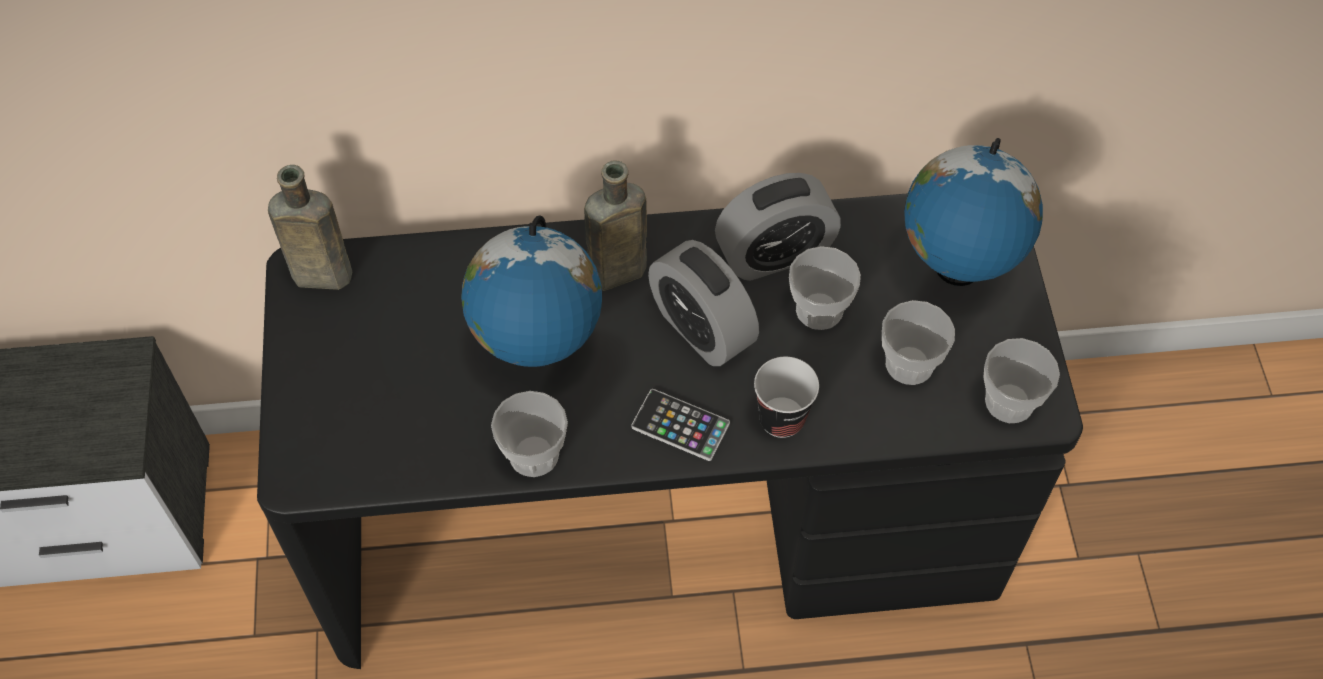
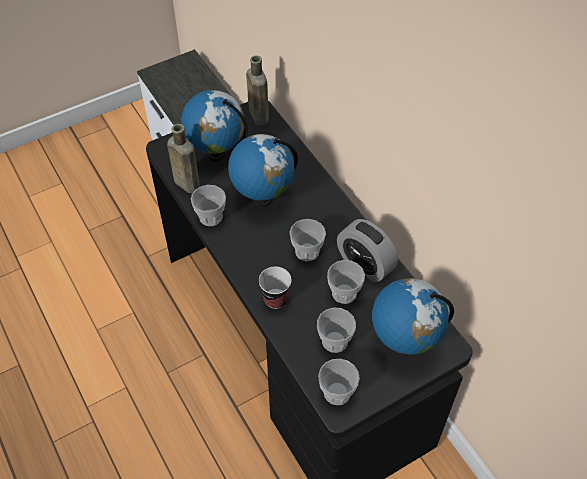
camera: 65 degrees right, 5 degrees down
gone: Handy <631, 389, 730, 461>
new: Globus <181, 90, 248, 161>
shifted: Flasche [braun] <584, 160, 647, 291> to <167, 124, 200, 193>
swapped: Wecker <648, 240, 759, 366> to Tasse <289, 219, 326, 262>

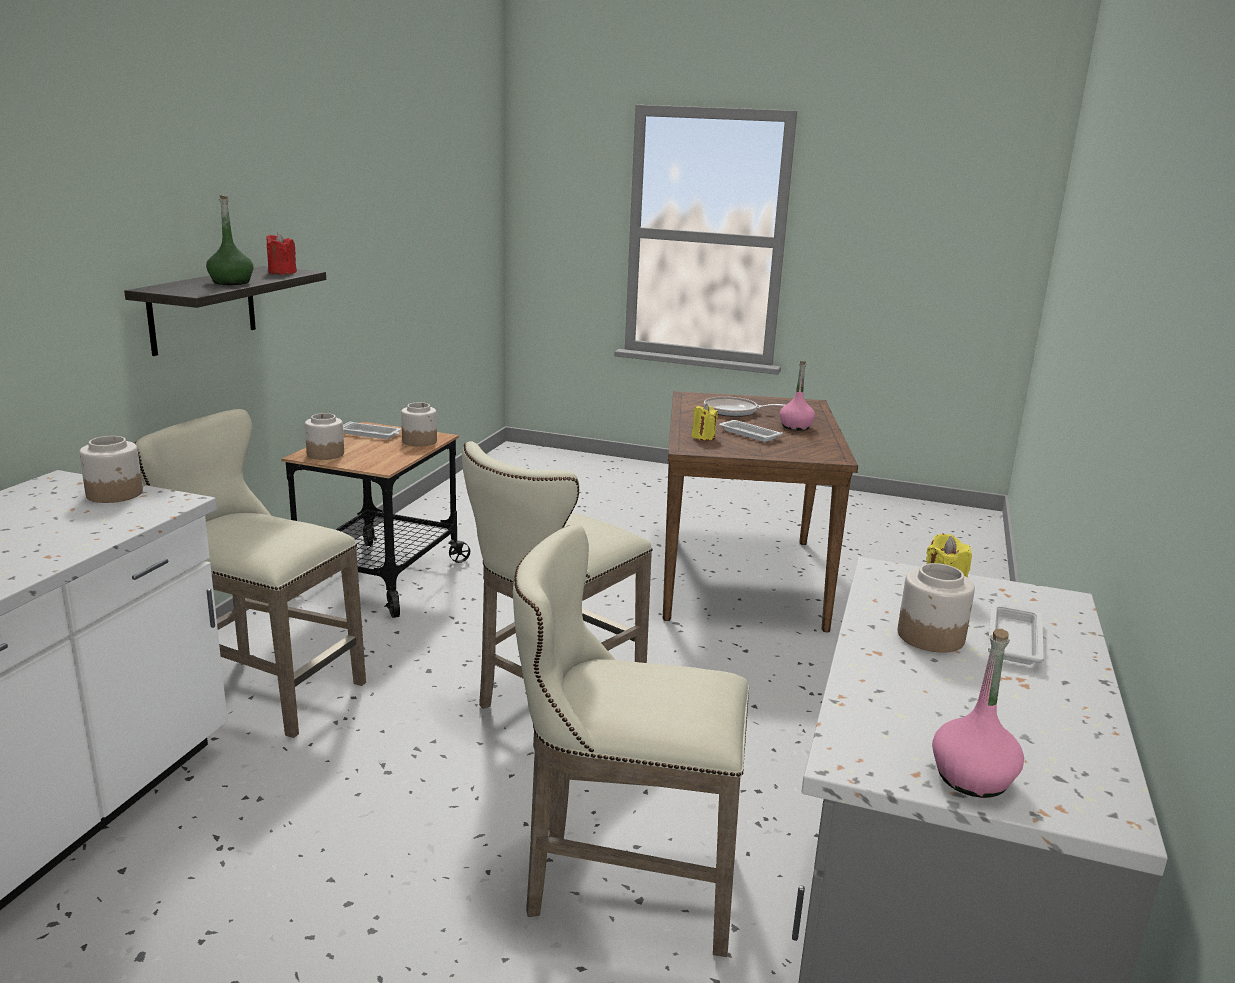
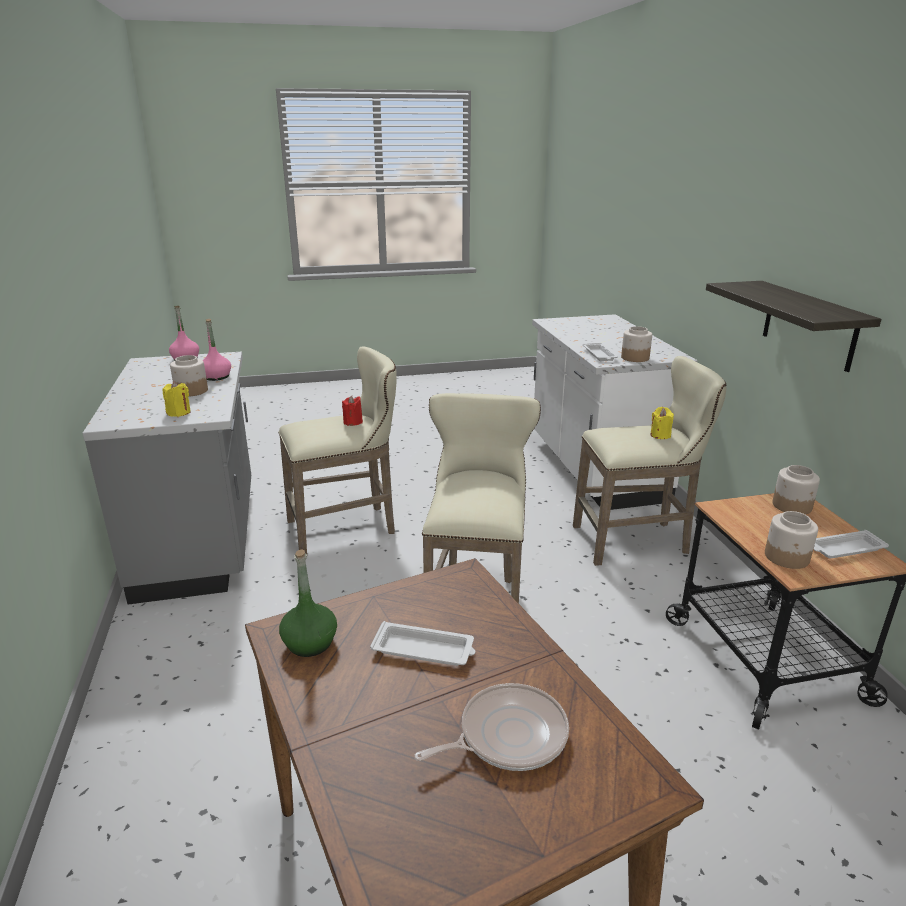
camera: 150 degrees right, 5 degrees up
shifted: Flasche [rosa] <780, 361, 815, 430> to <203, 319, 231, 381>; Flasche [grün] <206, 195, 254, 285> to <279, 549, 337, 657>; Kerze [rot] <266, 233, 297, 275> to <342, 395, 363, 426>; Tablett [weiß] <988, 603, 1044, 665> to <583, 343, 618, 361>; Kerze [gelb] <692, 404, 718, 440> to <650, 407, 674, 439>

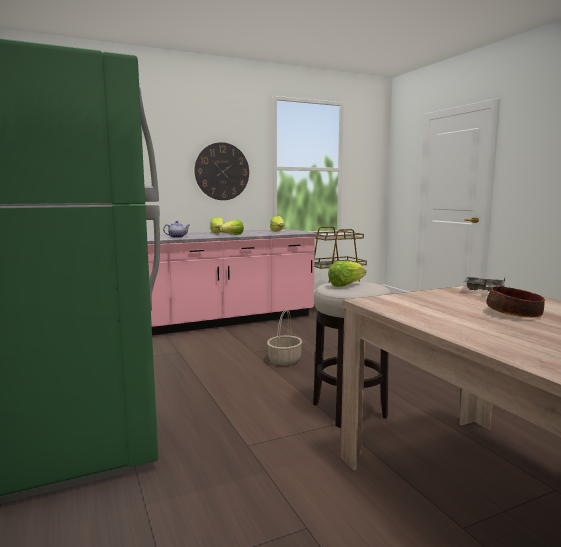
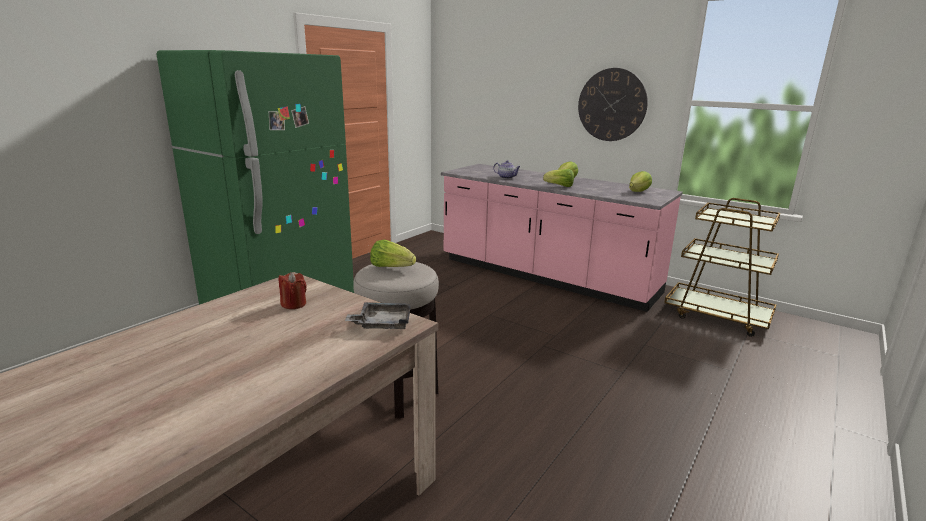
camera: 60 degrees right, 10 degrees up
gone: Korb <267, 309, 302, 365>; Schüssel <487, 286, 545, 318>
new: Kerze [rot] <279, 272, 307, 309>

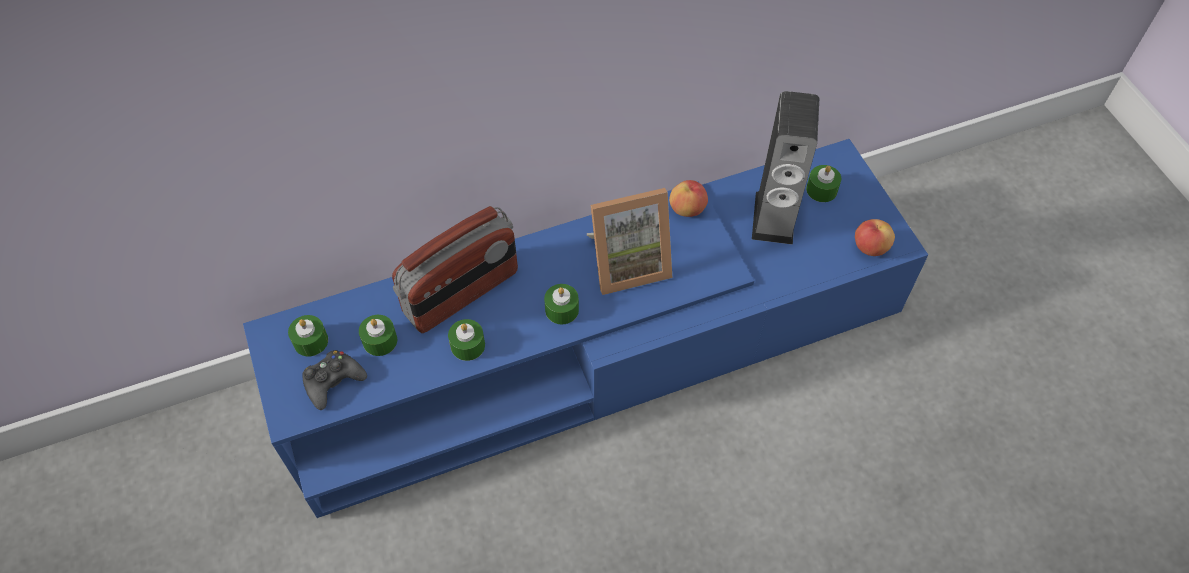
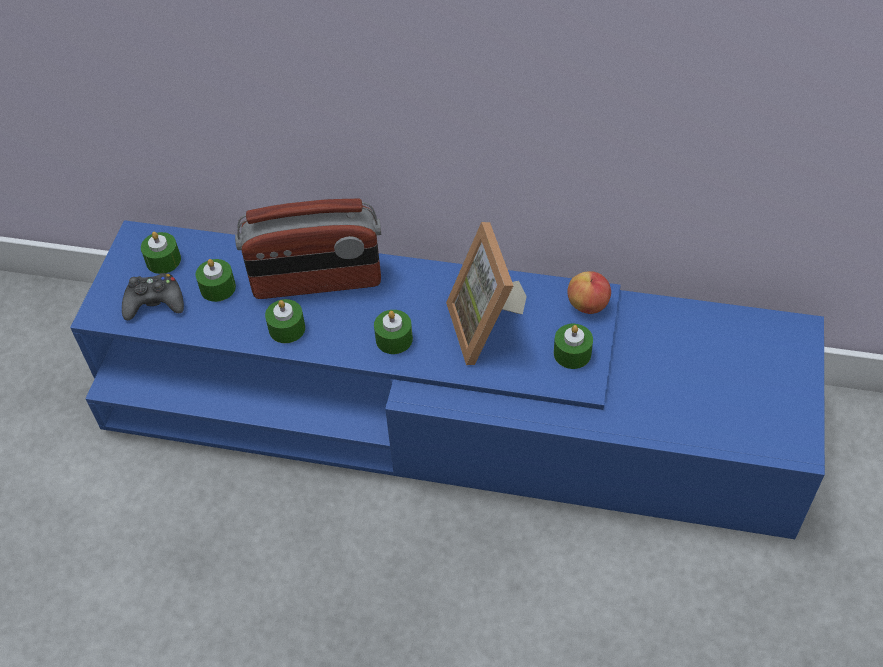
camera: 35 degrees right, 5 degrees down
gone: Lautsprecher <752, 91, 819, 245>; Apfel <855, 219, 895, 256>
shifted: Kerze [grün] <806, 165, 841, 202> to <554, 324, 593, 369>
rotated: Bilderrahmen <587, 188, 672, 295> = <446, 222, 527, 365> 60 degrees clockwise

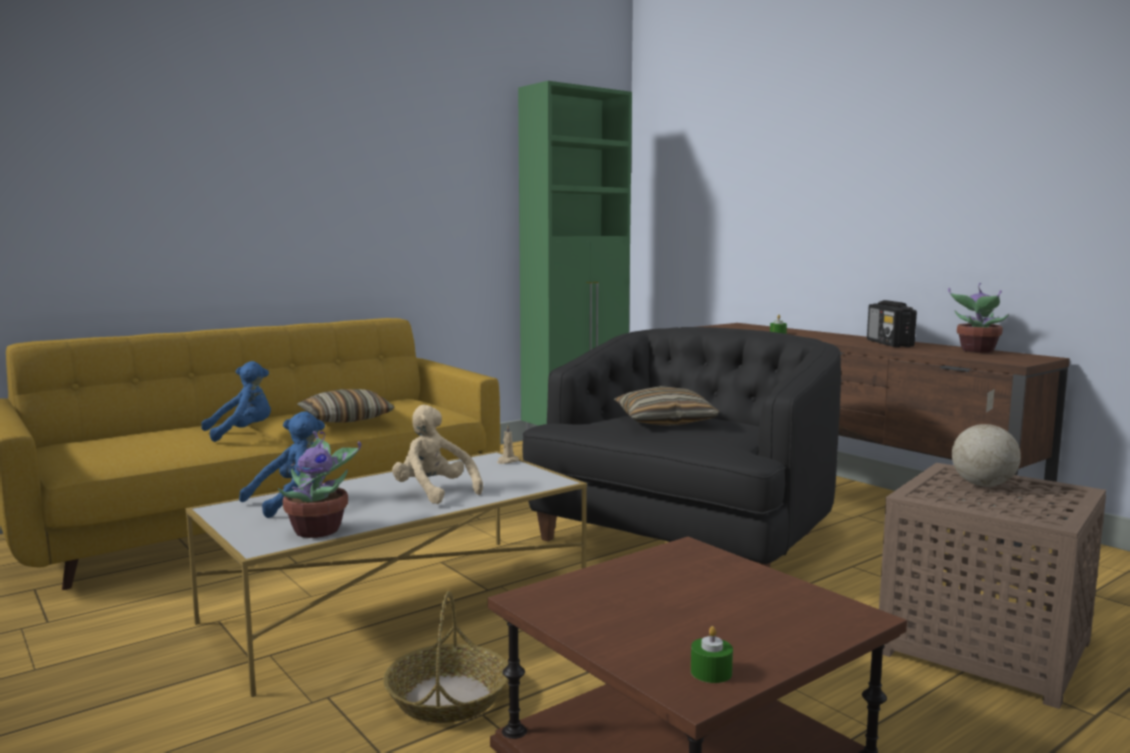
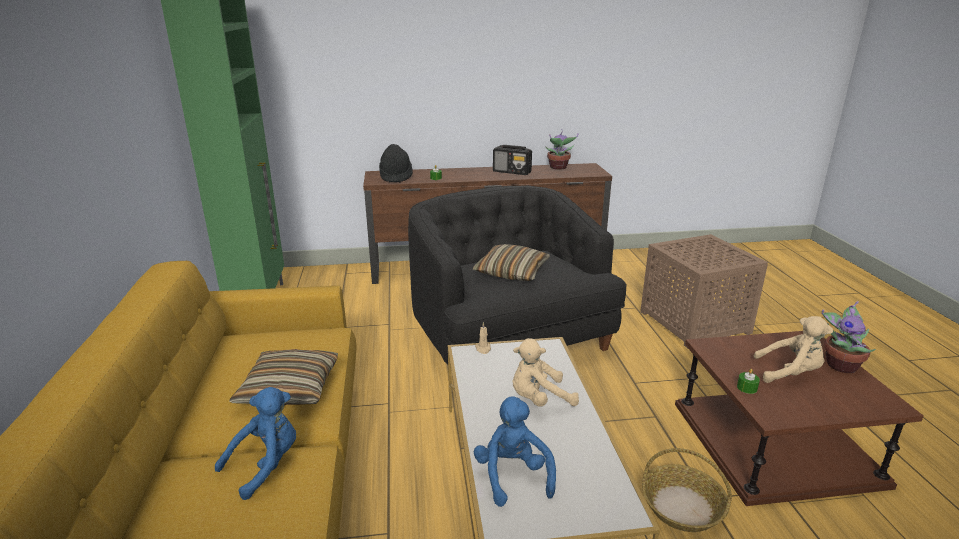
camera: 60 degrees left, 15 degrees up
gone: Globus <952, 389, 1021, 487>
new: Hut [schwarz] <379, 144, 413, 183>; Plüschtier [beige] <753, 316, 833, 383>
shifted: Kerze [grün] <691, 626, 733, 683> to <737, 369, 760, 394>; Topfpflanze <278, 431, 361, 538> to <821, 301, 876, 373>
rotated: Plüschtier [blau] <201, 361, 271, 442> = <215, 387, 296, 500> 45 degrees clockwise

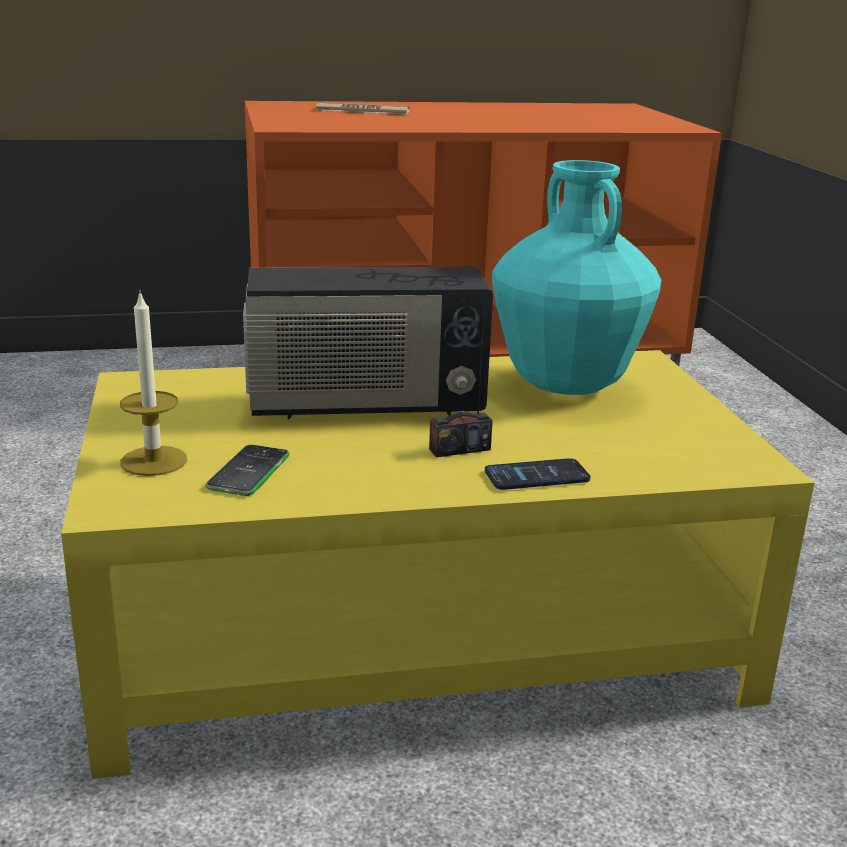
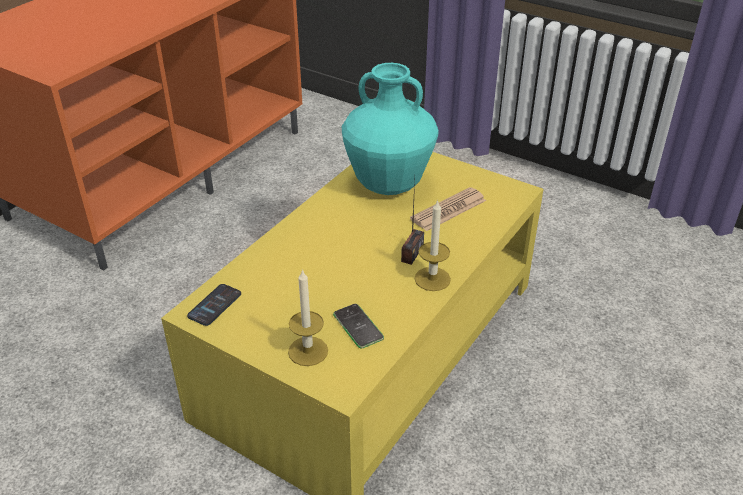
camera: 45 degrees left, 15 degrees up
gone: Radio <243, 267, 493, 419>
new: Kerze <414, 199, 451, 291>
shifted: Handy <485, 458, 591, 490> to <187, 284, 241, 326>; Zeitung <315, 102, 410, 115> to <410, 187, 486, 231>

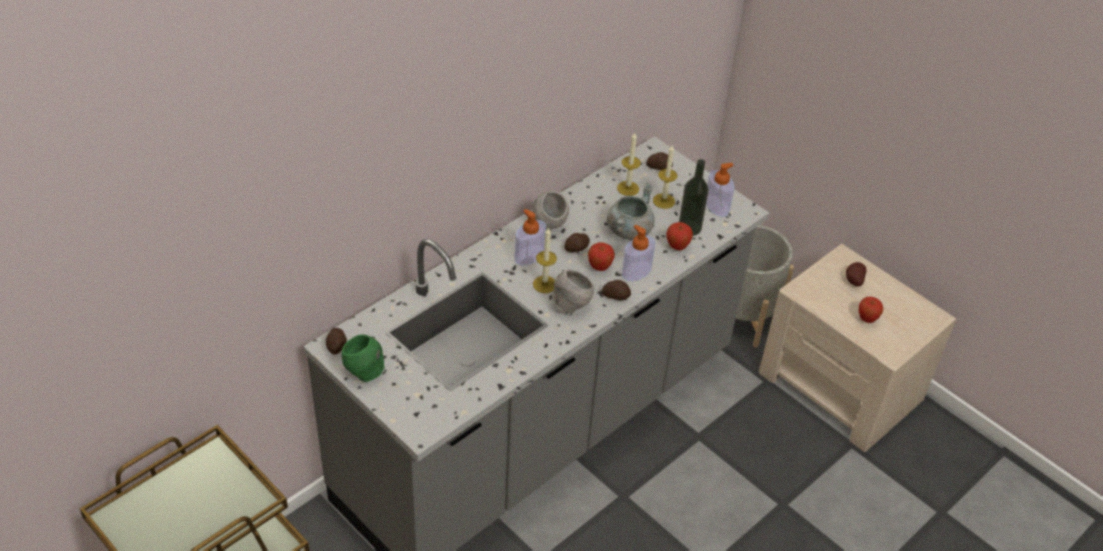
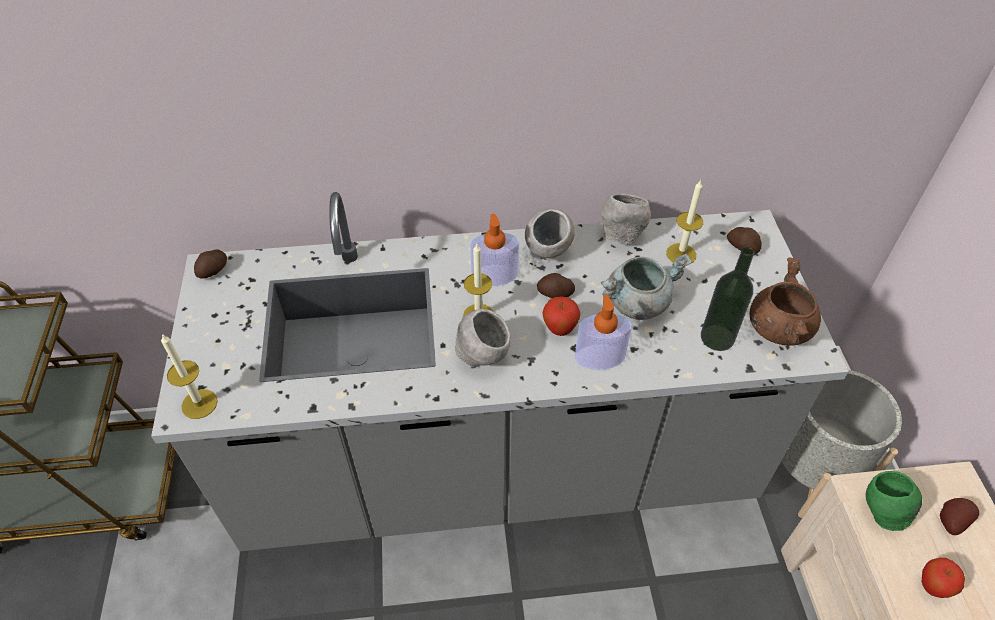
camera: 40 degrees right, 5 degrees up
gone: Kartoffel <601, 280, 631, 300>; Apfel <666, 222, 693, 250>
new: Schüssel [grau] <601, 194, 651, 244>
shifted: Kerze <653, 145, 678, 209> to <161, 334, 218, 419>; Schüssel [grün] <342, 334, 385, 382> to <866, 471, 922, 531>
swapped: Seifenspender <706, 163, 735, 217> to Kochtopf [braun] <749, 257, 821, 345>

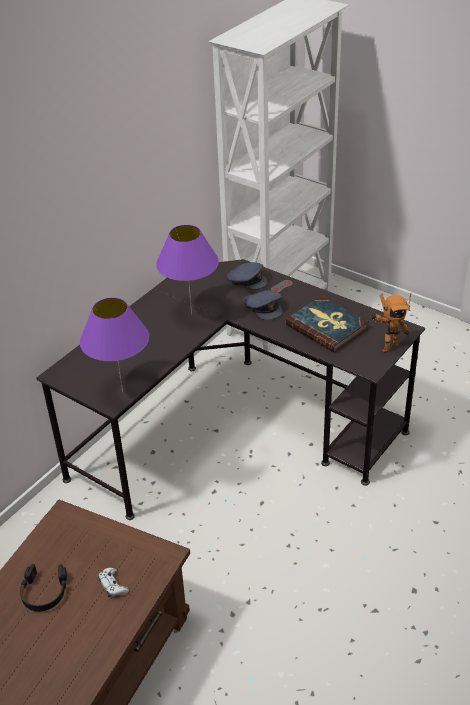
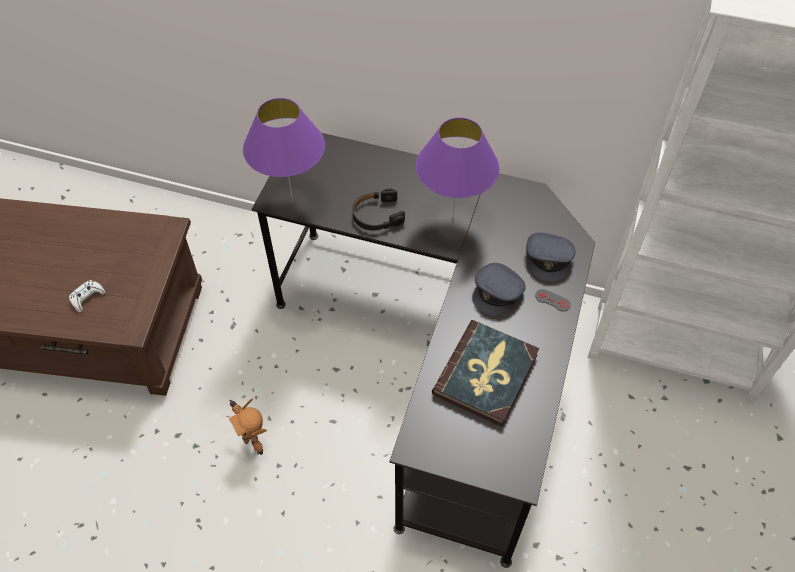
camera: 70 degrees right, 15 degrees up
shifted: Spielzeugroboter <370, 292, 411, 353> to <229, 398, 267, 455>; Kopfhörer [schwarz] <20, 564, 67, 612> to <352, 189, 405, 230>

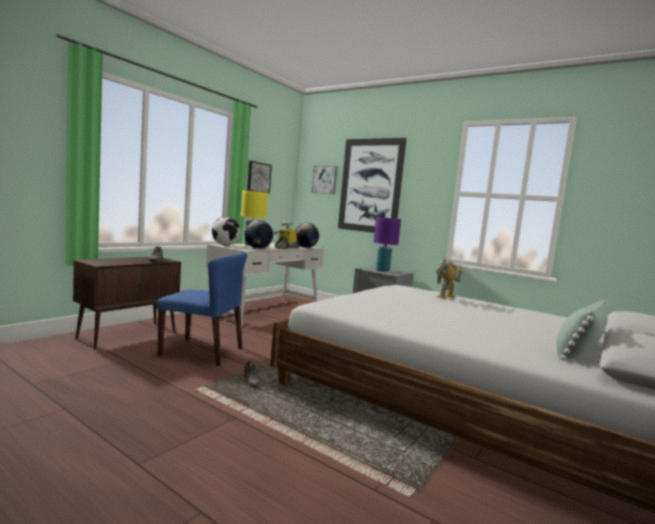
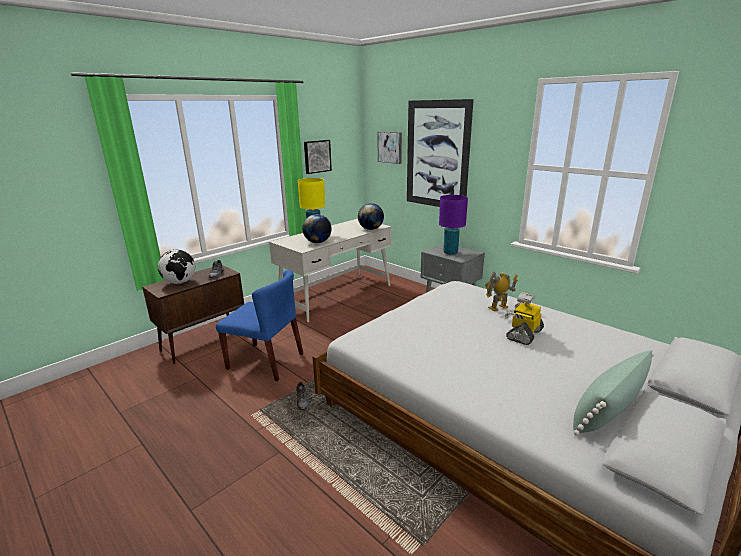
camera: 10 degrees right, 15 degrees up
shifted: Globus <212, 217, 240, 245> to <158, 250, 195, 284>; Spielzeugroboter <274, 221, 300, 249> to <505, 292, 544, 345>

